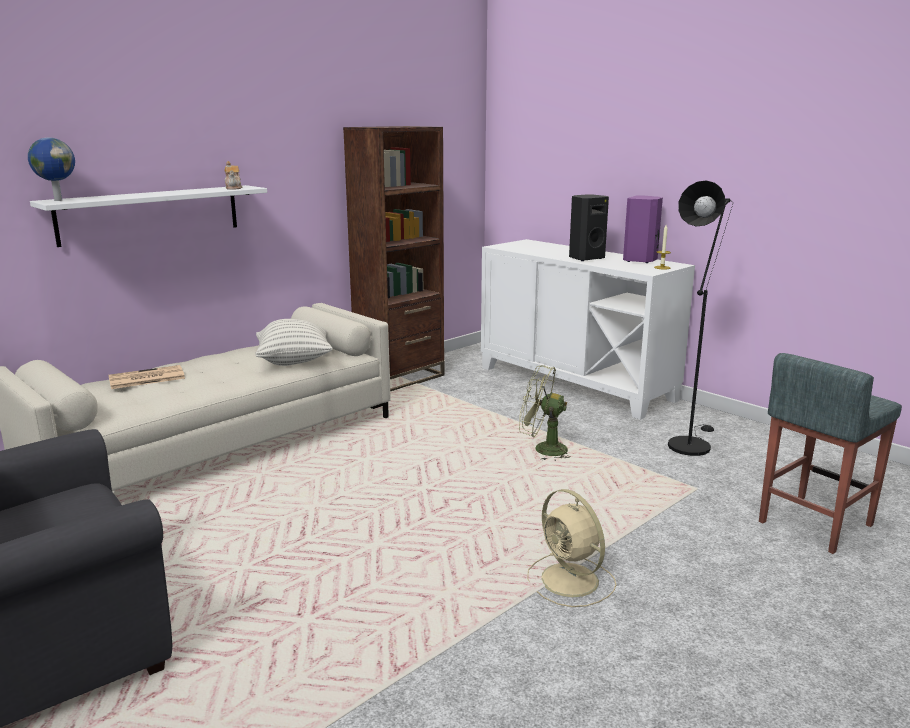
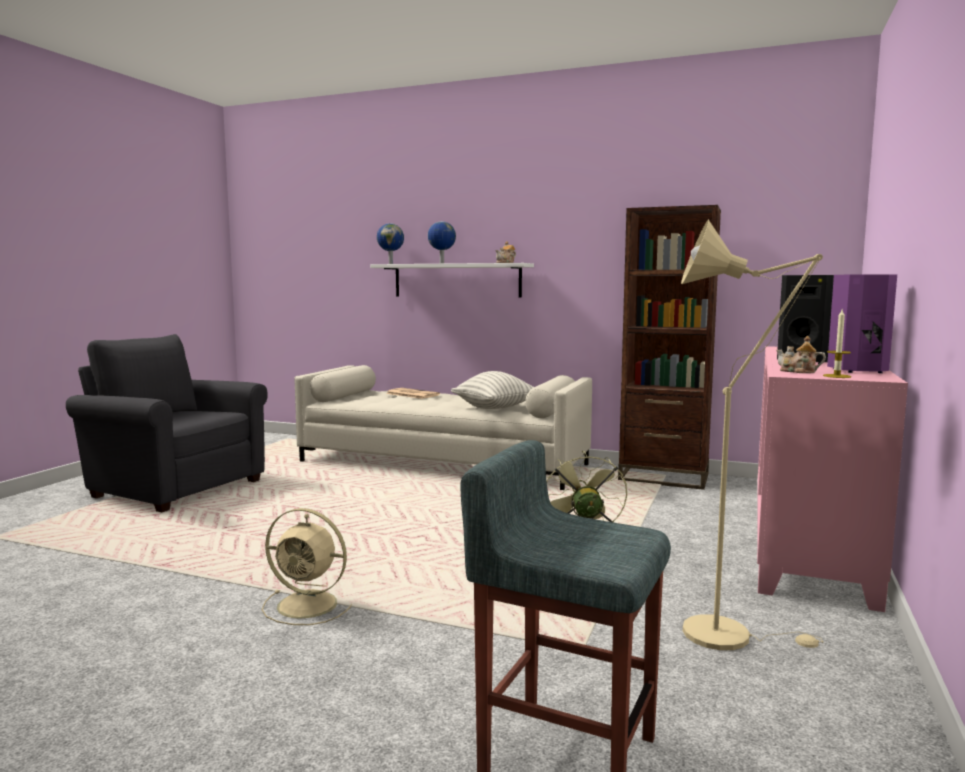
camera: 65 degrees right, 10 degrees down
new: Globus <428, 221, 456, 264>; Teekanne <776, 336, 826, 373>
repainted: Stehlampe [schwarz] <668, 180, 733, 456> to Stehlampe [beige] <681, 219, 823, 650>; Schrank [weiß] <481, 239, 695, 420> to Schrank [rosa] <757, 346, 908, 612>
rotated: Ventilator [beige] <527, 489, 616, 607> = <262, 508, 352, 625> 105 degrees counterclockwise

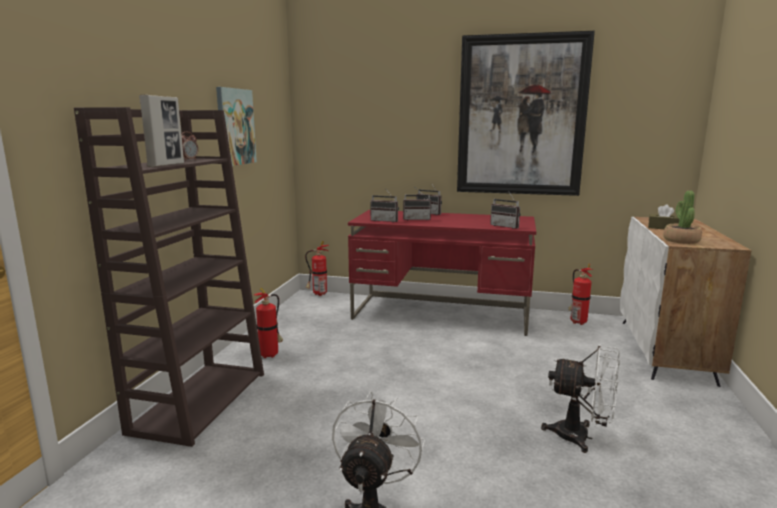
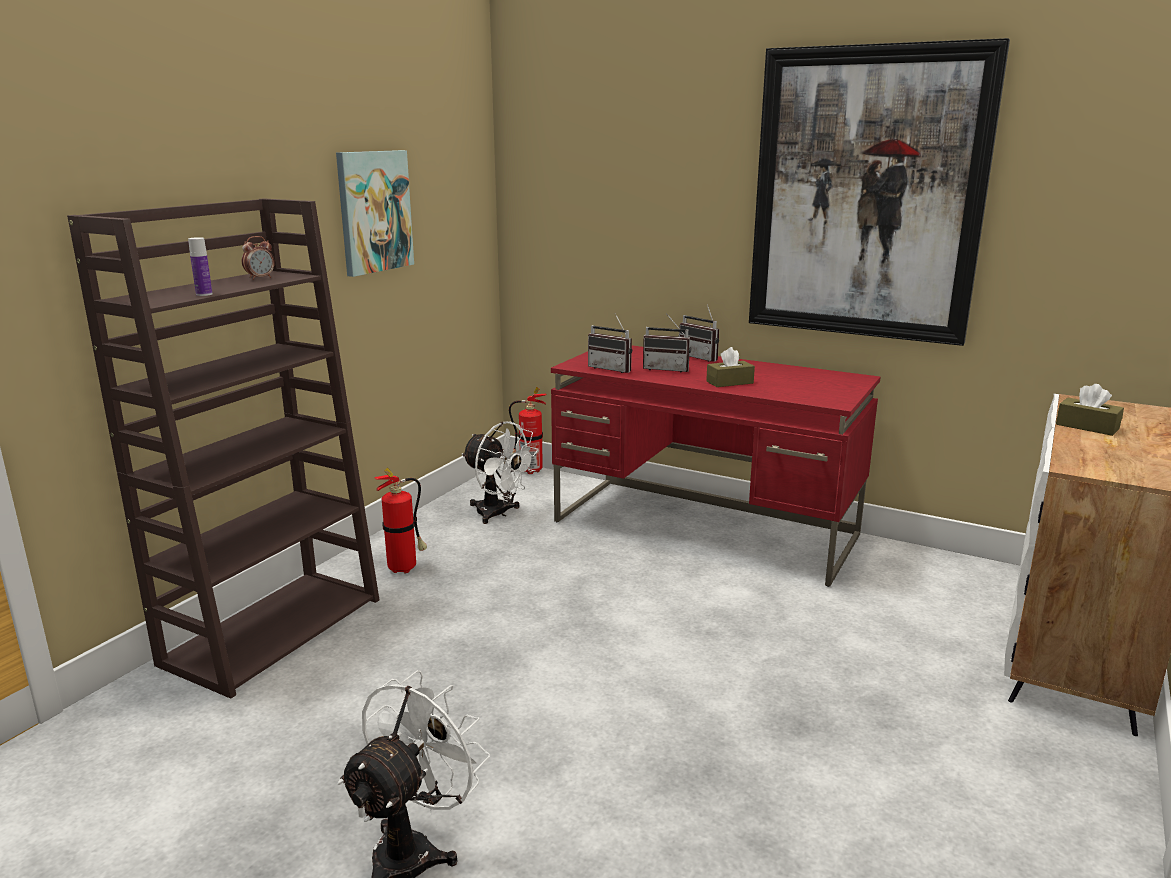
camera: 15 degrees right, 5 degrees up
gone: Radio <490, 192, 521, 229>; Feuerlöscher <568, 264, 593, 325>; Topfpflanze <663, 191, 702, 244>
new: Taschentuchbox [braun] <706, 347, 755, 387>
shifted: Ventilator [weiß] <541, 344, 620, 453> to <461, 421, 539, 524>
swapped: Bilderrahmen <139, 94, 184, 167> to Flasche <188, 237, 212, 296>

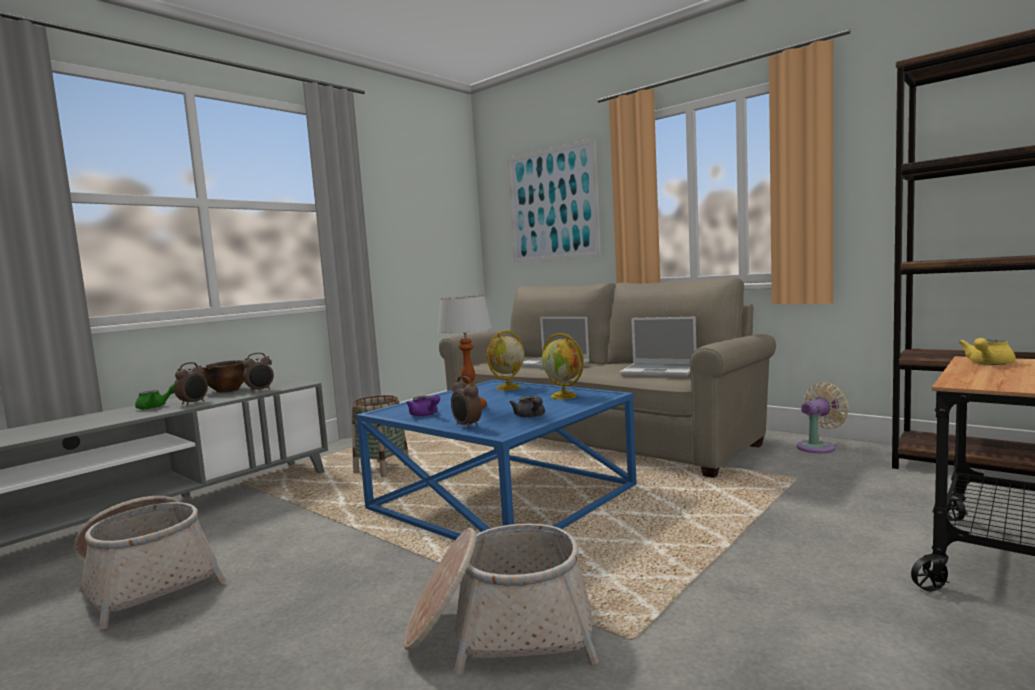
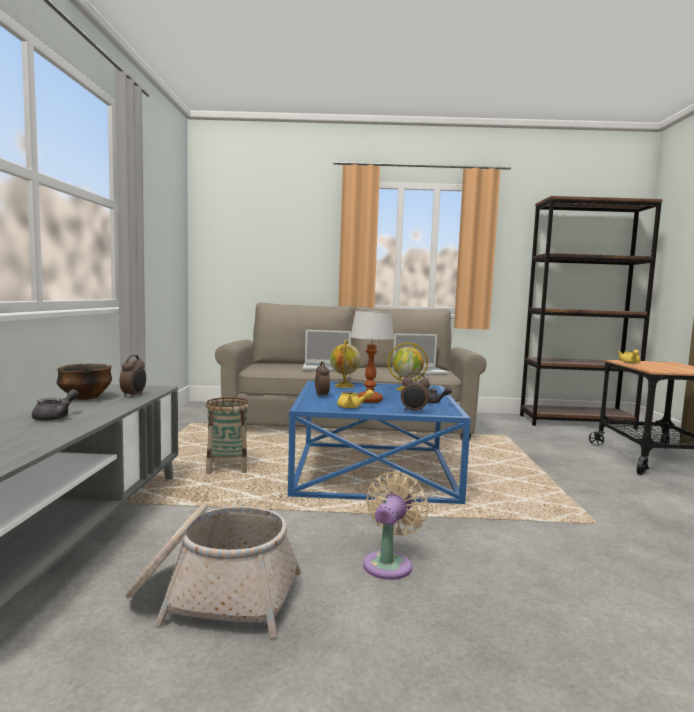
camera: 40 degrees left, 0 degrees up
gone: Korb <404, 524, 599, 675>; Bild <507, 138, 601, 263>
shifted: Wecker <174, 362, 208, 405> to <315, 361, 330, 397>; Ventilator [beige] <796, 382, 849, 453> to <363, 471, 429, 580>
repainted: Teekanne [grün] <135, 384, 175, 409> to Teekanne [grau] <32, 389, 79, 421>; Teekanne [lila] <406, 395, 440, 416> to Teekanne [gelb] <337, 390, 374, 408>

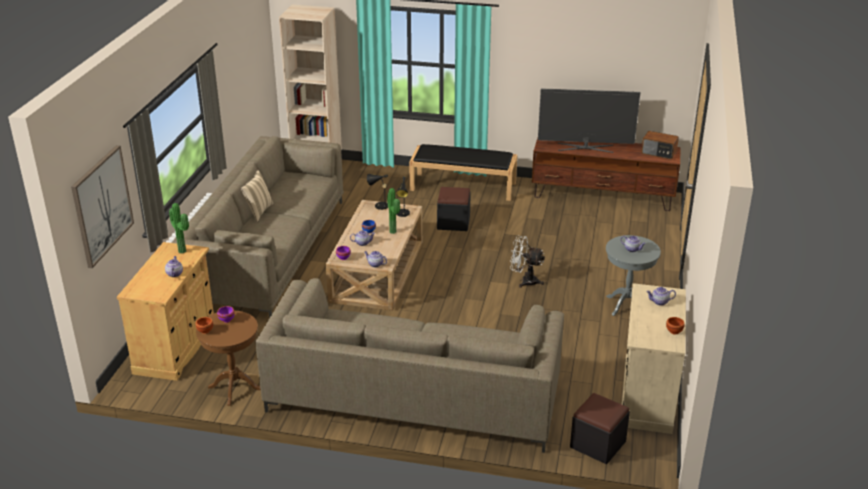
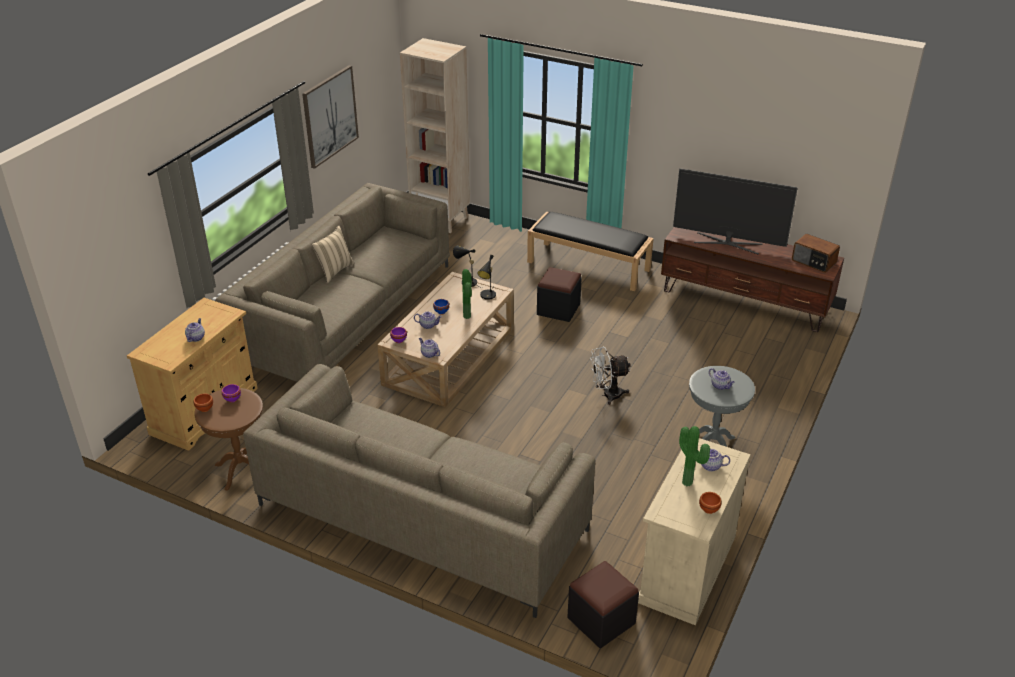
camera: 15 degrees right, 5 degrees up
shifted: Bild <71, 145, 134, 268> to <302, 65, 359, 169>; Topfpflanze <169, 203, 189, 254> to <679, 426, 710, 486>
rotated: Ventilator [weiß] <510, 235, 545, 288> = <590, 347, 631, 405> 45 degrees counterclockwise

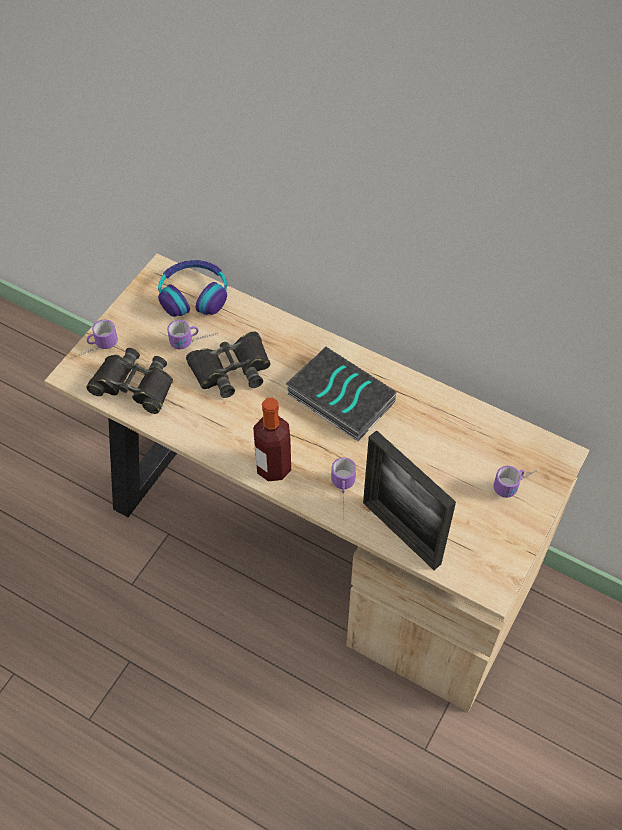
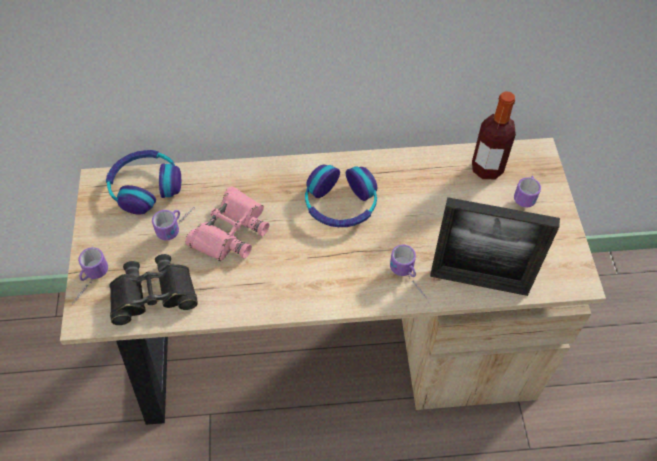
camera: 35 degrees left, 0 degrees up
shifted: Flasche <253, 398, 291, 481> to <472, 91, 516, 180>
swapped: Buch <286, 347, 396, 442> to Kopfhörer <305, 165, 377, 227>
repainted: Fernglas [schwarz] <186, 331, 271, 398> to Fernglas [rosa] <185, 186, 269, 261>

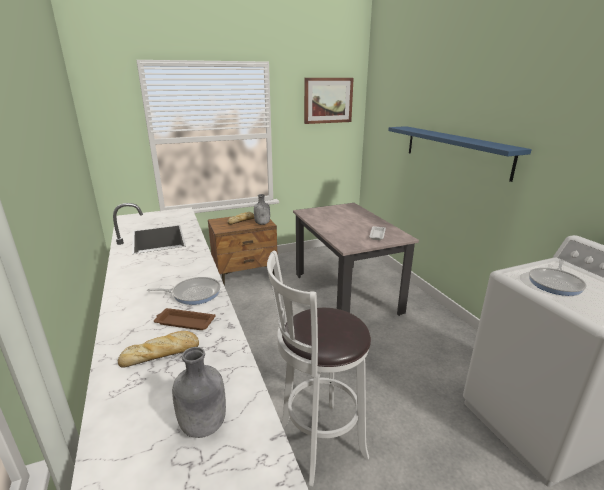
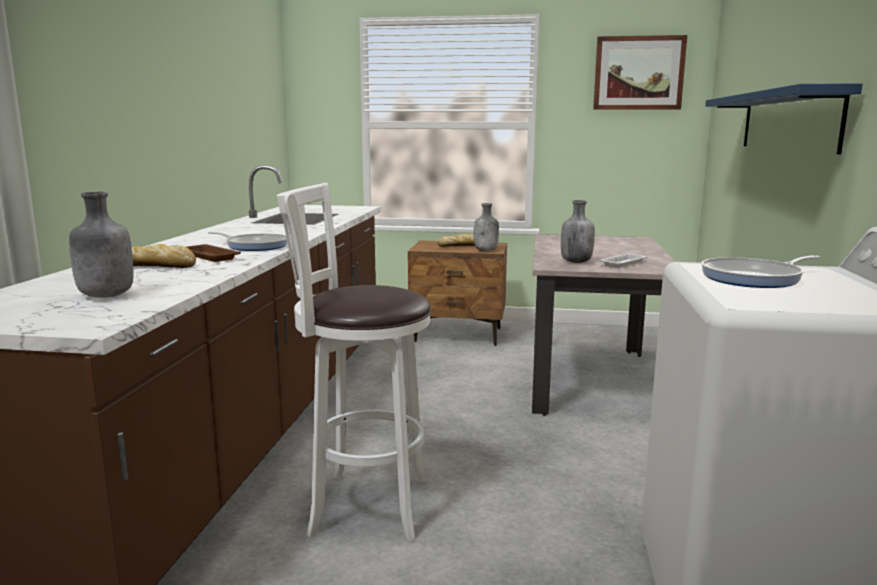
camera: 30 degrees right, 10 degrees down
new: Flasche [grau] <561, 200, 595, 263>

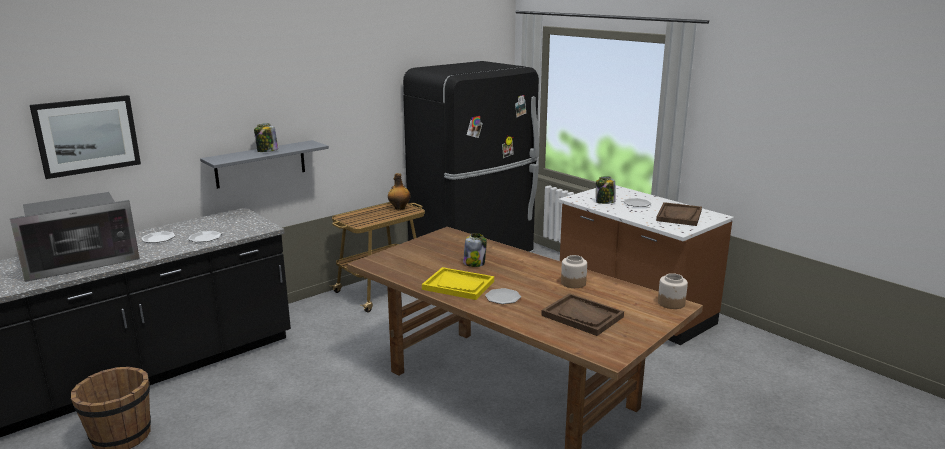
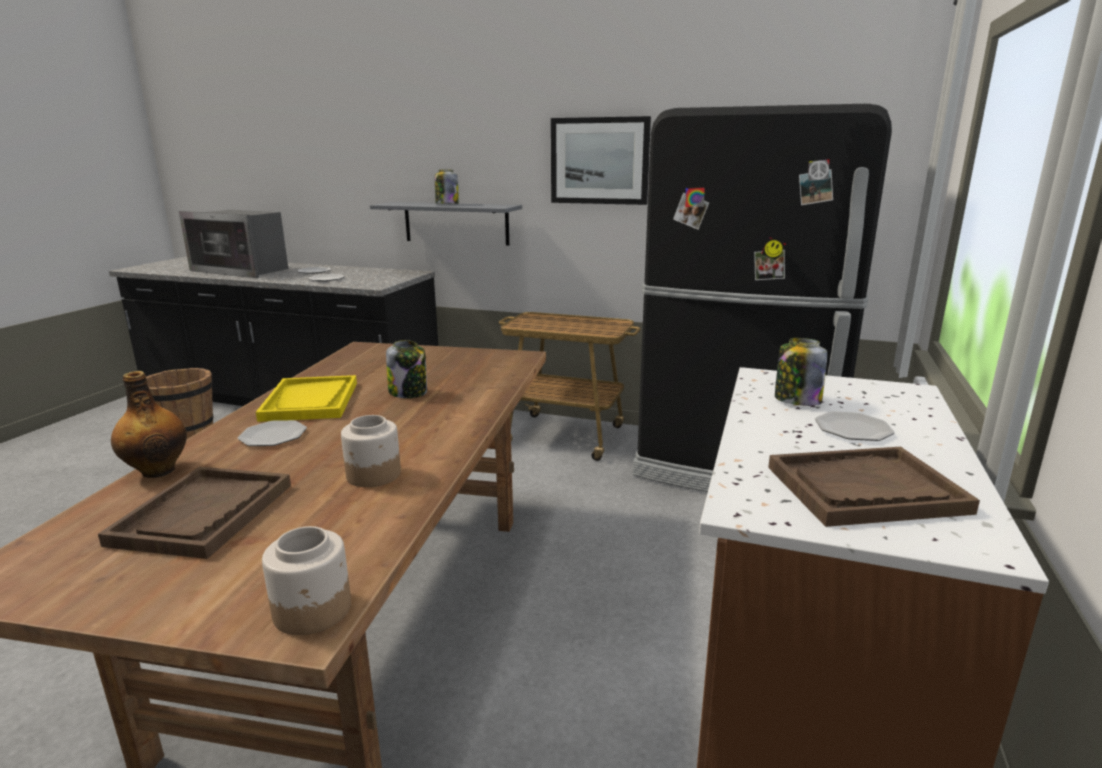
camera: 60 degrees right, 0 degrees up
shifted: Flasche <388, 173, 410, 210> to <111, 371, 187, 478>; Bild <30, 95, 141, 179> to <551, 116, 651, 205>

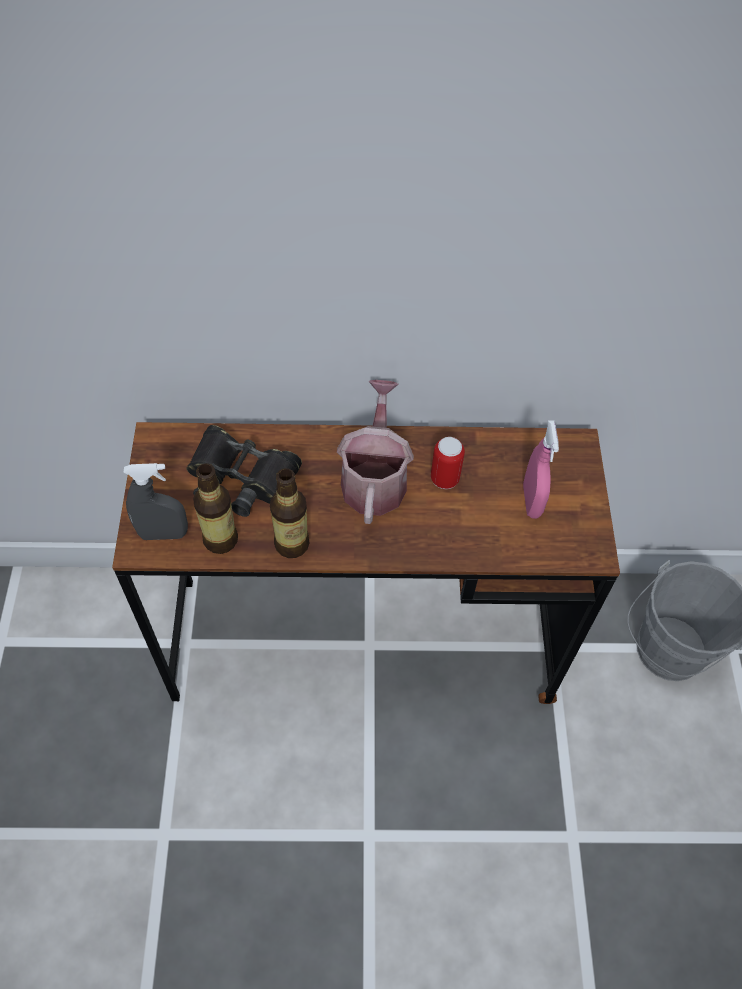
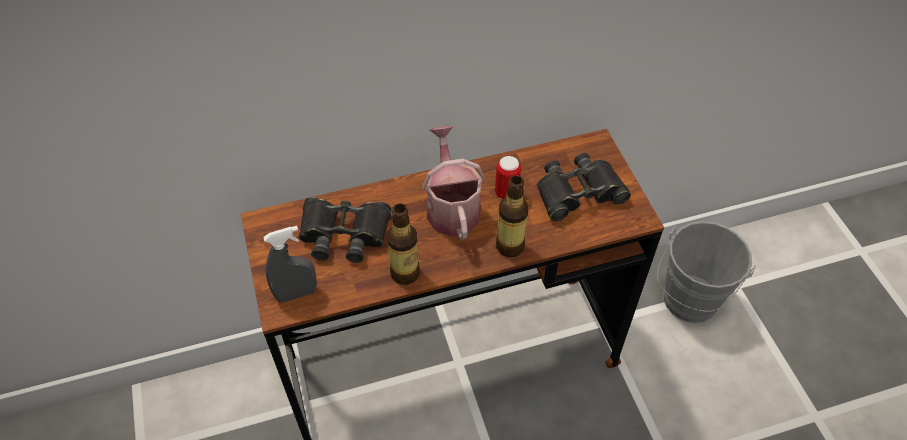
camera: 15 degrees left, 5 degrees down
shifted: Flasche <193, 463, 238, 554> to <496, 176, 529, 257>
swapped: Sprühflasche [rosa] <523, 421, 559, 519> to Fernglas [schwarz] <537, 153, 631, 221>

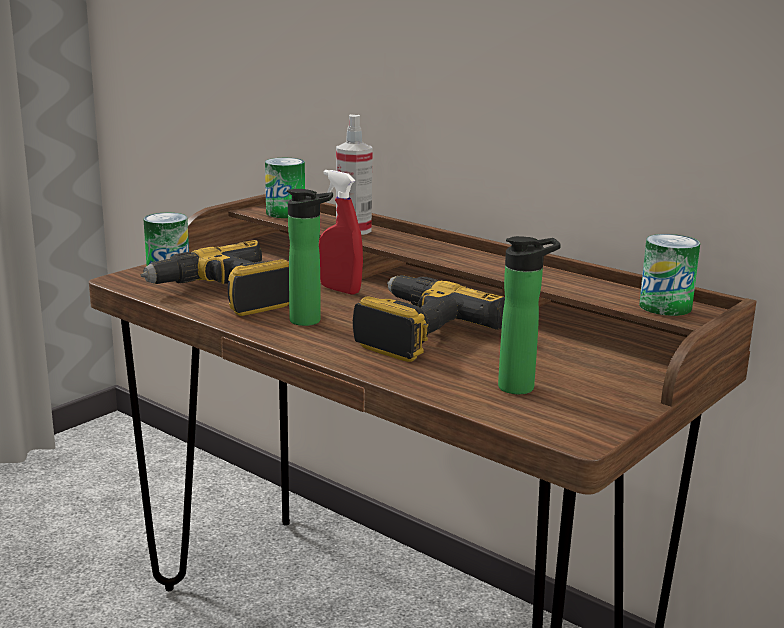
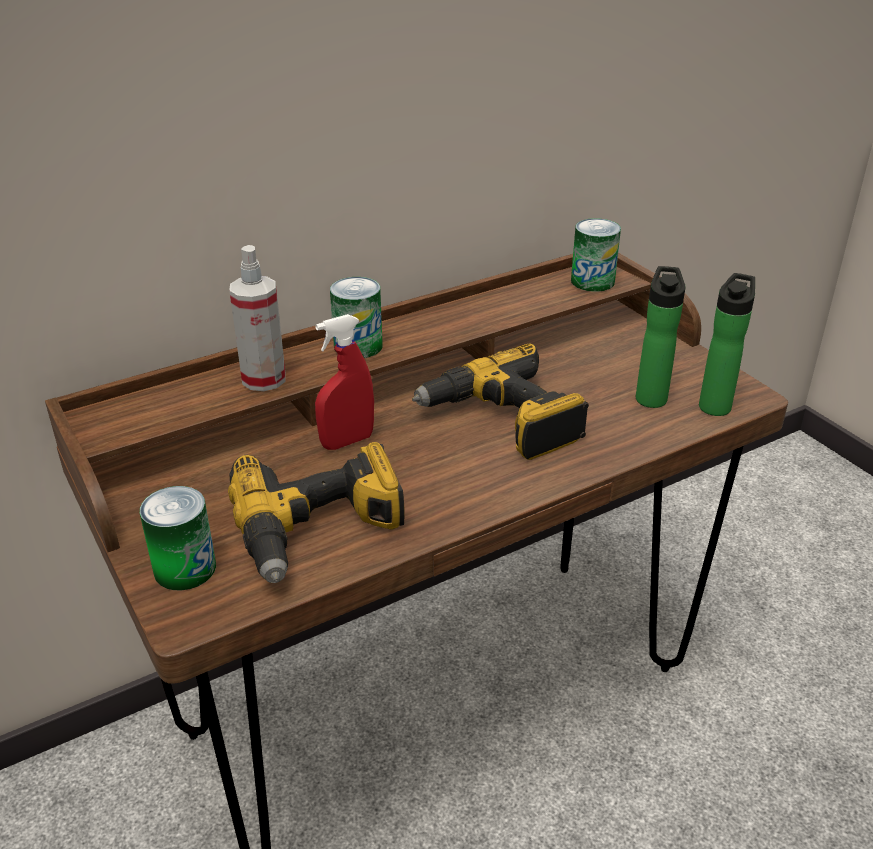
camera: 70 degrees left, 15 degrees up
shifted: Dose <265, 158, 305, 218> to <330, 277, 383, 358>; Flasche <287, 189, 333, 326> to <699, 273, 755, 416>

